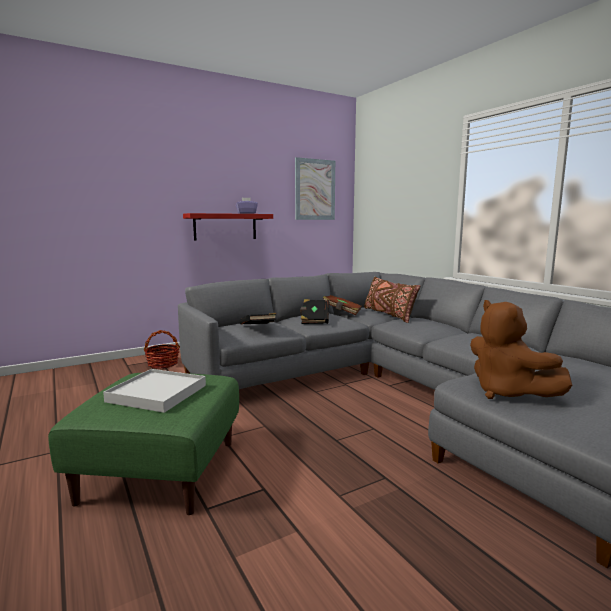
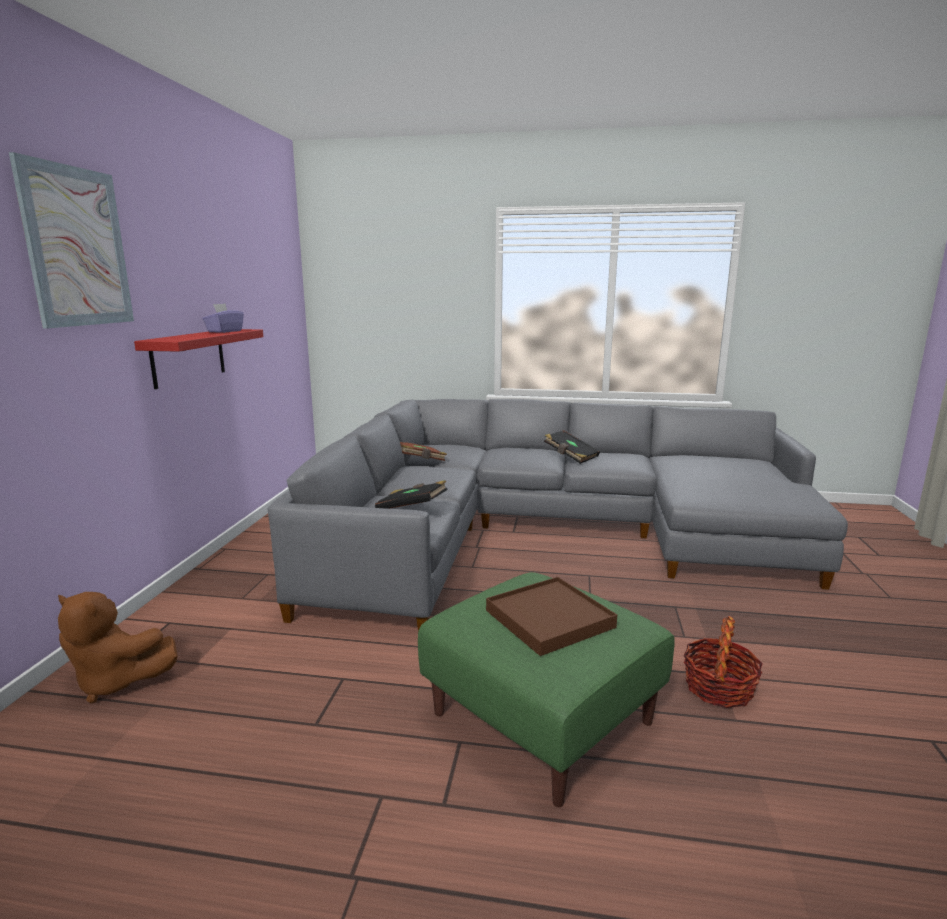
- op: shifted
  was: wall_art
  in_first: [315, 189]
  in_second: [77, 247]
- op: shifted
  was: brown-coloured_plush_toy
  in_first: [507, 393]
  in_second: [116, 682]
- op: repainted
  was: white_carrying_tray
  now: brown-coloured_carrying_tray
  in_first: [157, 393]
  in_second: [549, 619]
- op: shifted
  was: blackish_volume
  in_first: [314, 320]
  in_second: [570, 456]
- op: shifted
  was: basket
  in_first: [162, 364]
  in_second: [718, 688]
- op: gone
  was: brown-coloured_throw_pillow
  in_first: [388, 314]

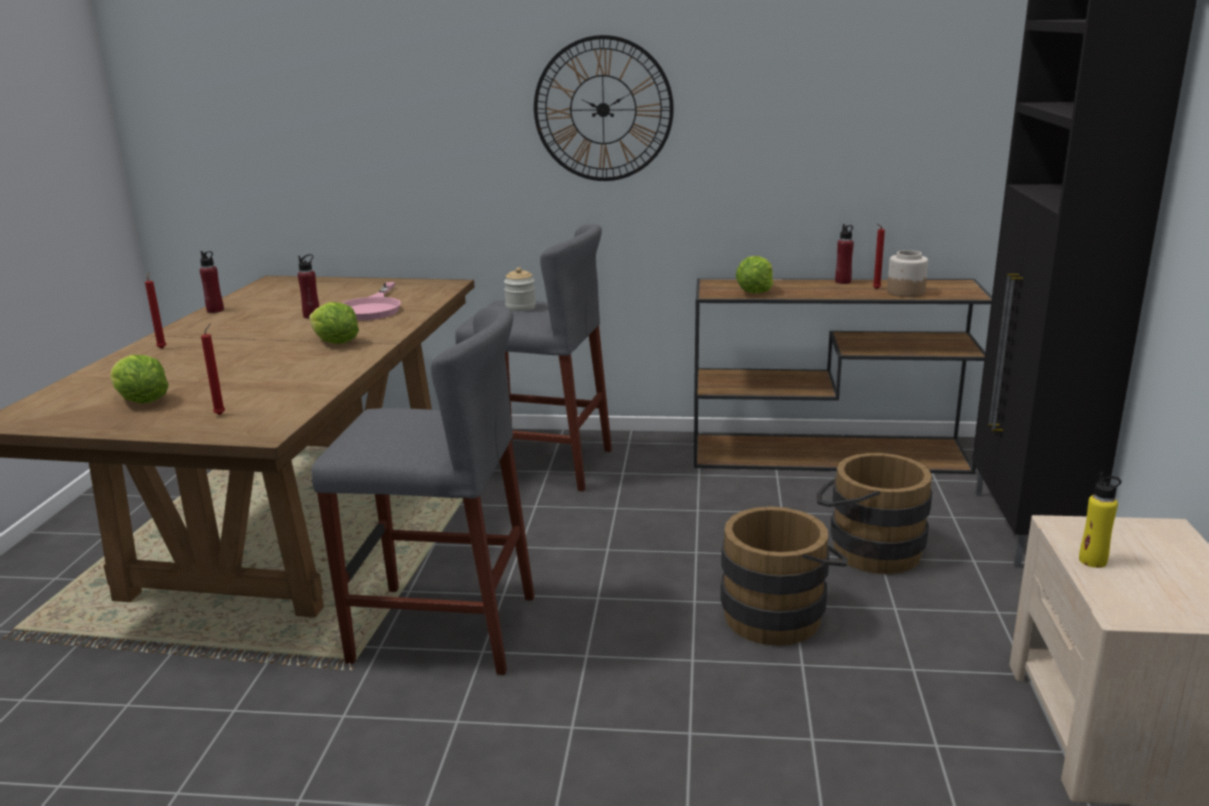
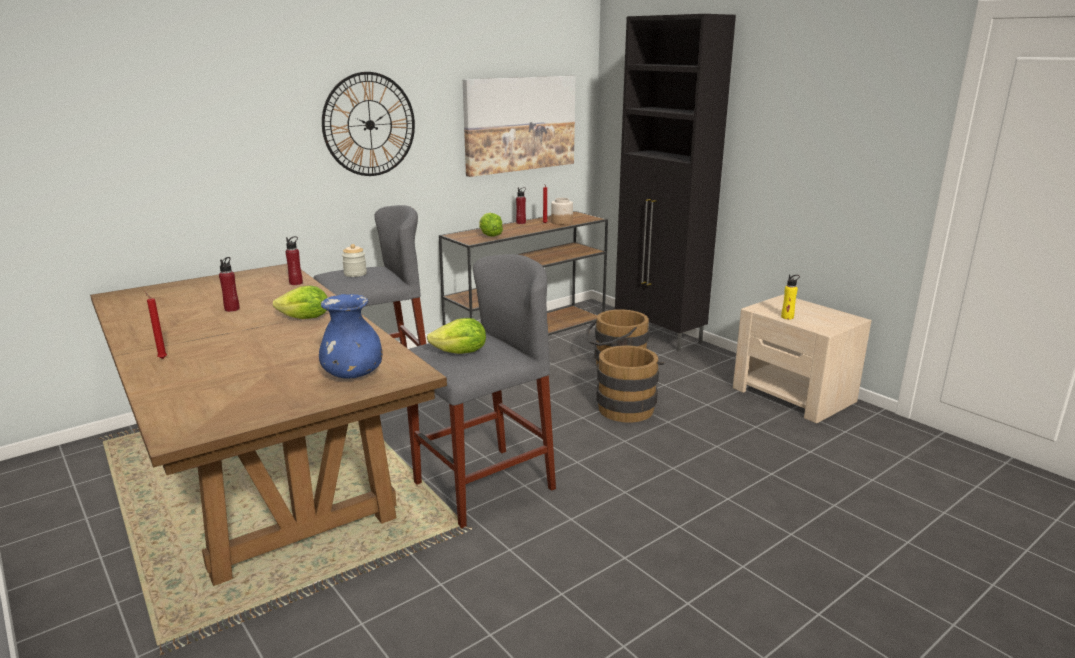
- op: shifted
  was: red-coloured_beverage_bottle
  in_first: [215, 310]
  in_second: [296, 283]
- op: swapped
  was: red-coloured_candle
  now: blue_decorative_vase
  in_first: [221, 414]
  in_second: [352, 375]
- op: shifted
  was: head_of_lettuce
  in_first: [141, 401]
  in_second: [461, 353]
- op: new
  now: wall_art
  in_second: [520, 124]
- op: gone
  was: pink-coloured_skillet
  in_first: [372, 308]

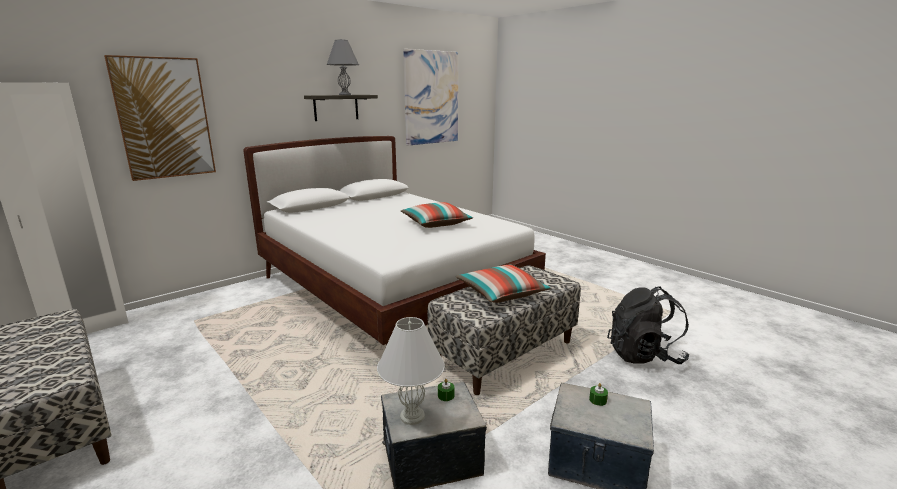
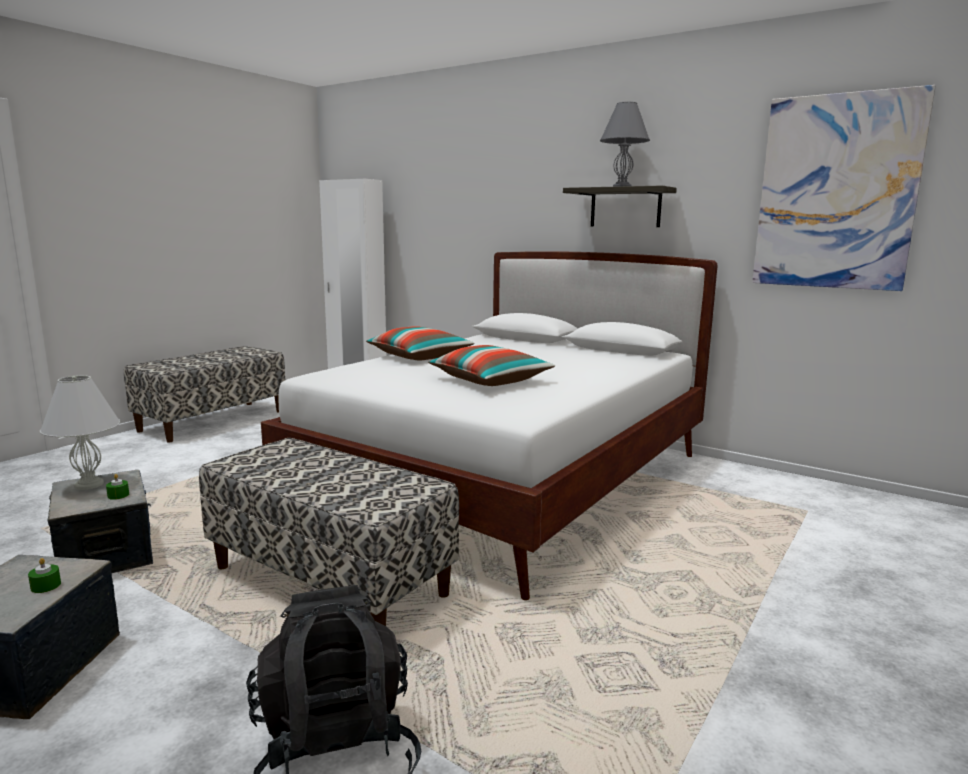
- op: shifted
  was: throw_pillow
  in_first: [501, 293]
  in_second: [419, 357]
- op: gone
  was: wall_art
  in_first: [164, 118]

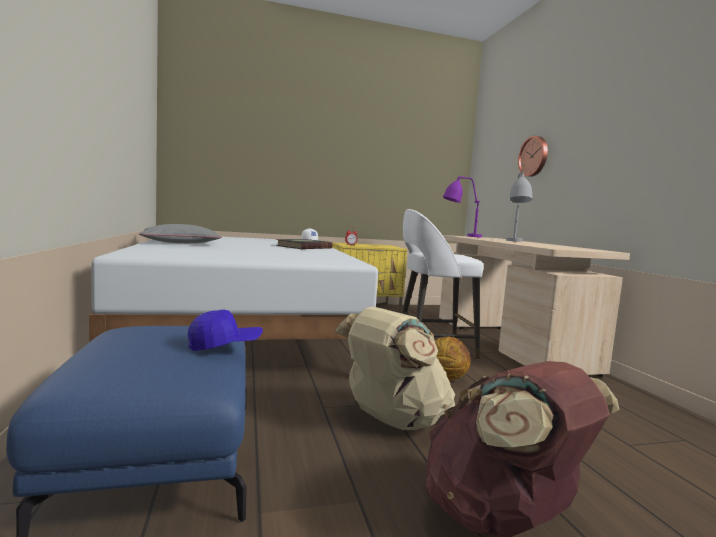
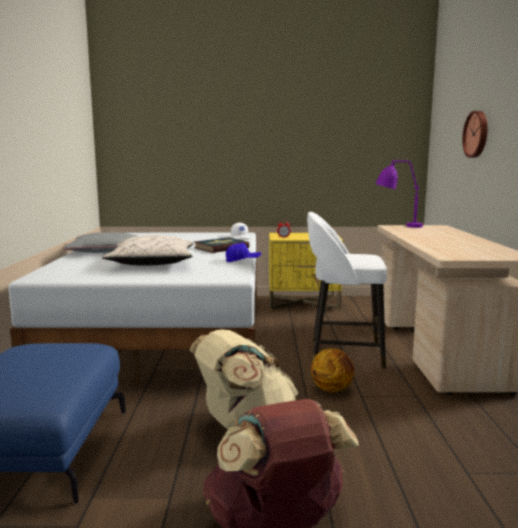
- op: new
  now: sand-coloured_throw_pillow
  in_second: [152, 263]
- op: shifted
  was: blue_cap
  in_first: [225, 345]
  in_second: [243, 260]
- op: gone
  was: greyish_tabletop_lamp
  in_first: [515, 241]

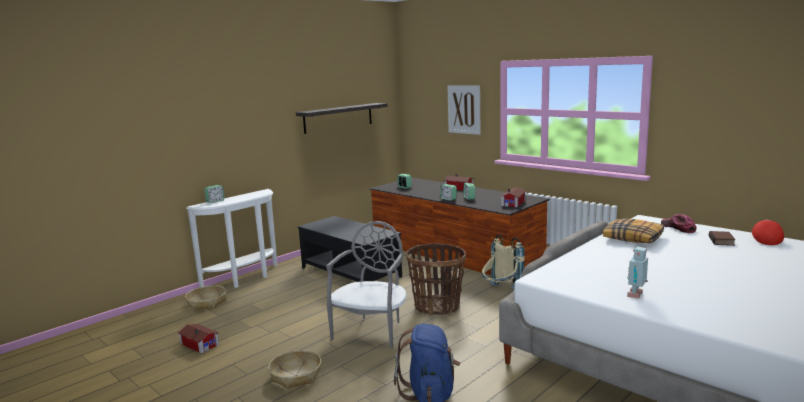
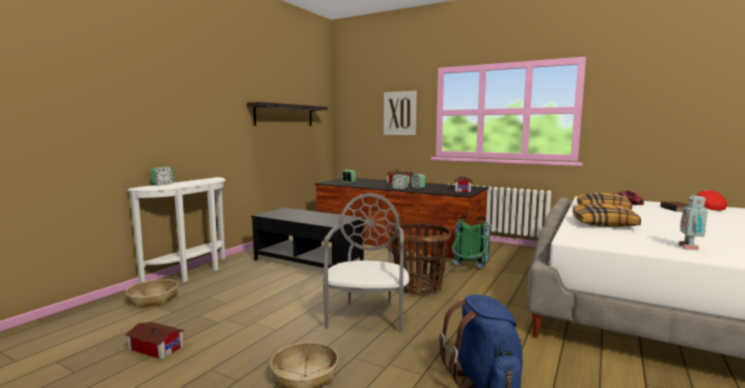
- op: repainted
  was: sand-coloured_knapsack
  now: green_knapsack
  in_first: [501, 292]
  in_second: [468, 270]
- op: new
  now: throw_pillow
  in_second: [604, 224]

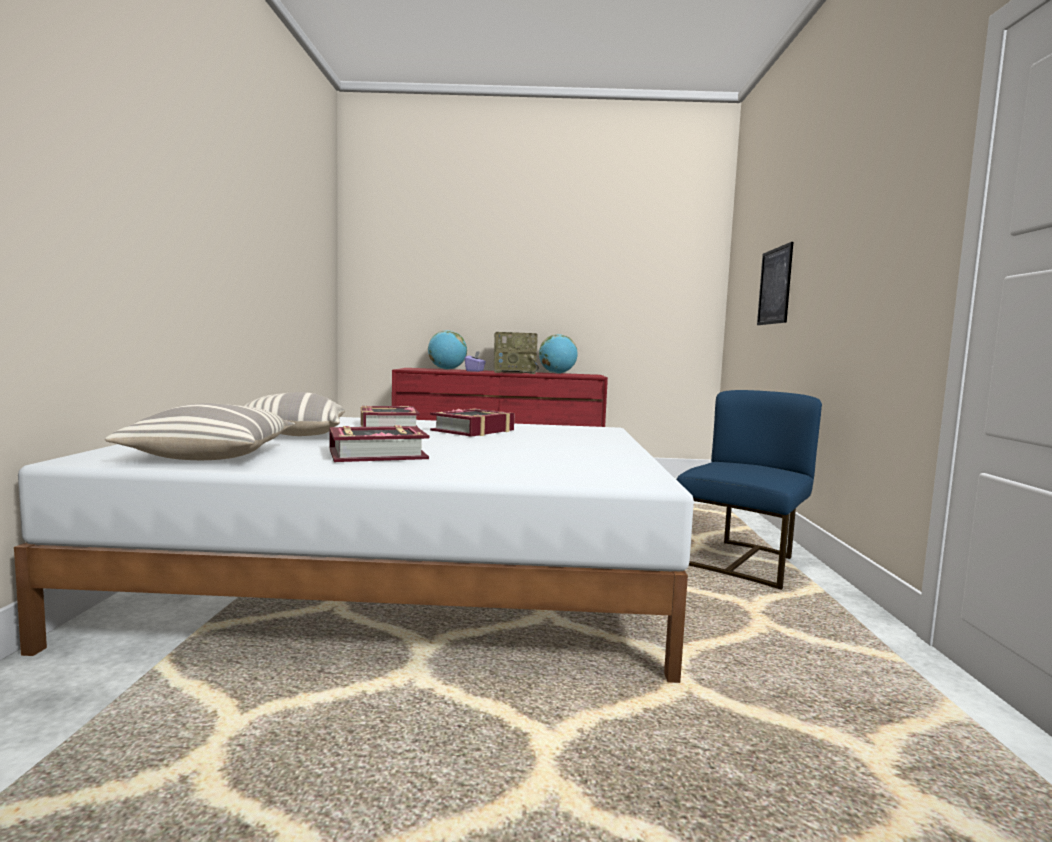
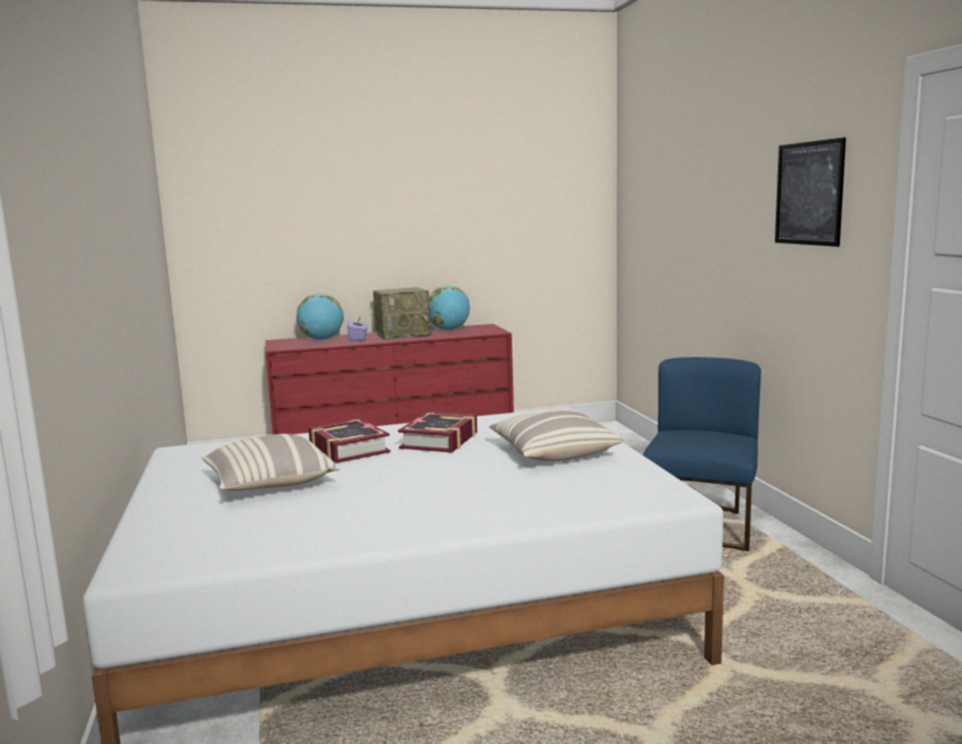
- op: shifted
  was: throw_pillow
  in_first: [211, 455]
  in_second: [553, 453]
- op: shifted
  was: wall_art
  in_first: [775, 286]
  in_second: [809, 193]
- op: gone
  was: volume
  in_first: [377, 454]

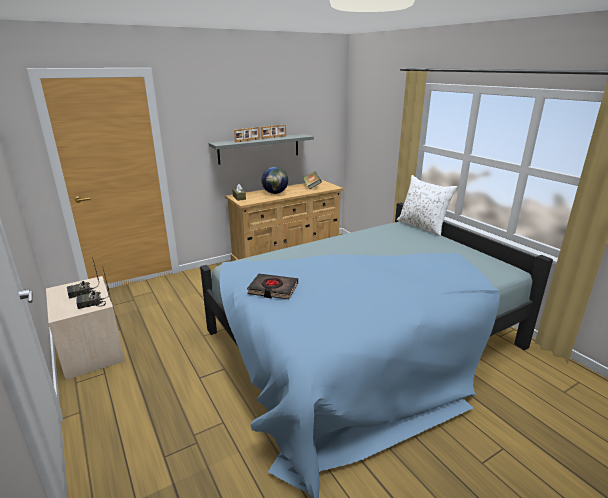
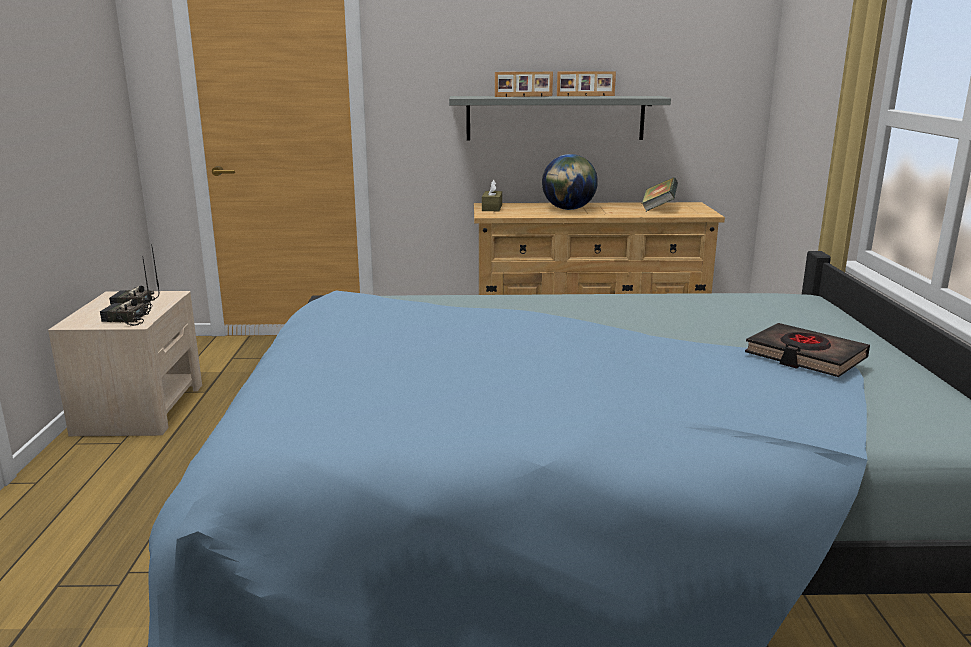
- op: shifted
  was: blackish_volume
  in_first: [273, 289]
  in_second: [804, 357]
- op: gone
  was: white_throw_pillow
  in_first: [422, 226]

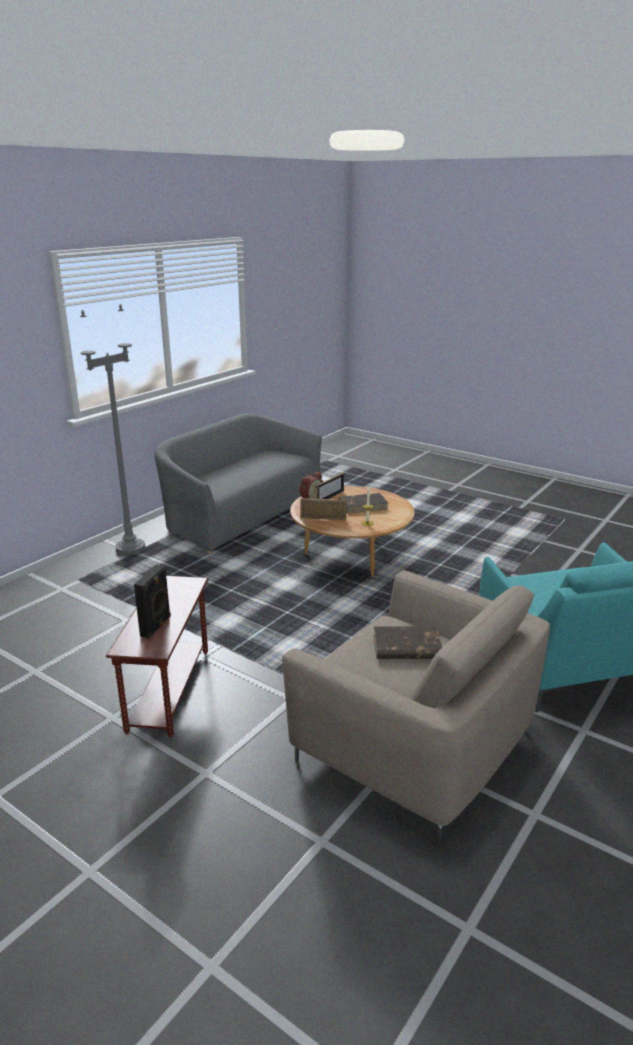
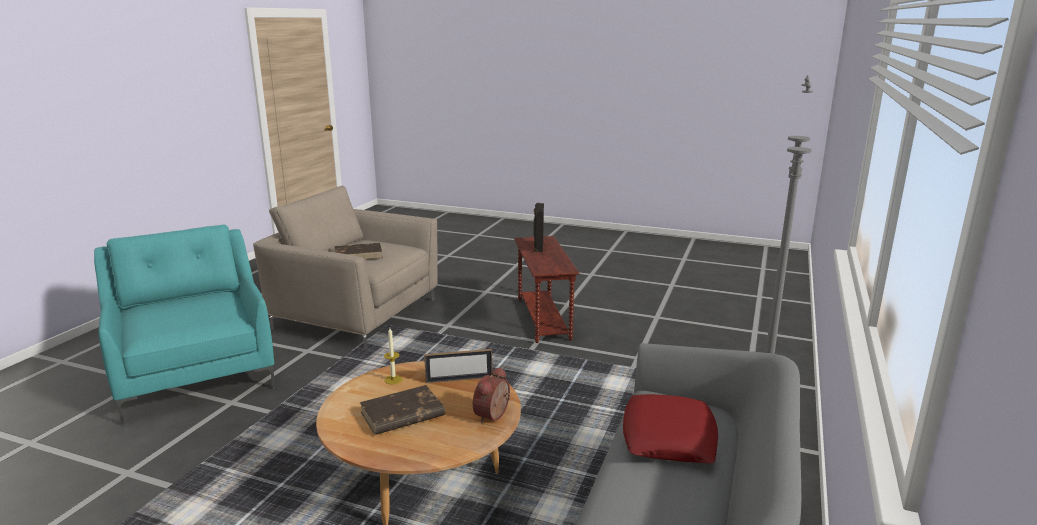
- op: new
  now: red-coloured_throw_pillow
  in_second: [669, 437]
- op: gone
  was: picture_frame
  in_first: [330, 497]

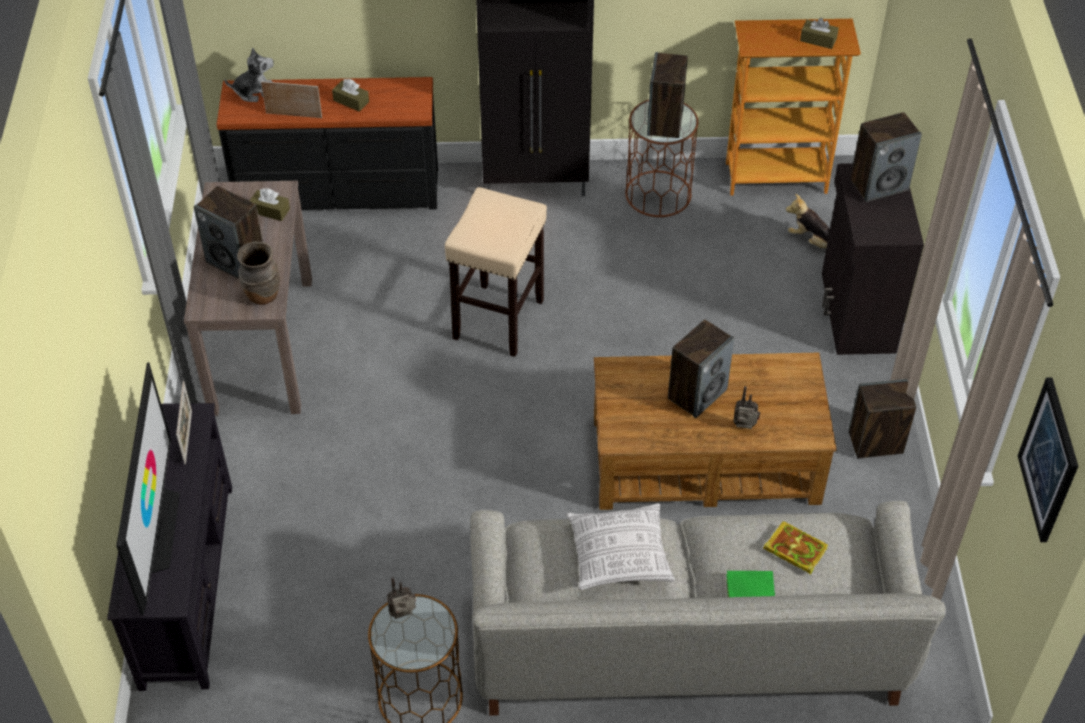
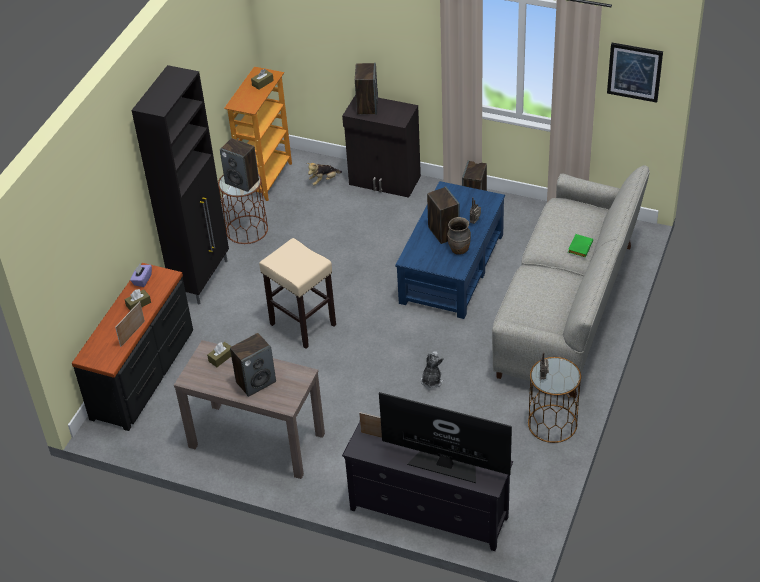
- op: new
  now: purple_box_of_tissues
  in_second: [142, 280]
- op: repainted
  was: brown-coloured_coffee_table
  now: blue_coffee_table
  in_first: [704, 458]
  in_second: [451, 268]
- op: shifted
  was: plush_toy
  in_first: [254, 91]
  in_second: [431, 380]
- op: shifted
  was: brown-coloured_decorative_vase
  in_first: [262, 295]
  in_second: [459, 249]
- op: gone
  was: throw_pillow
  in_first: [618, 556]
- op: gone
  was: volume
  in_first: [793, 549]

